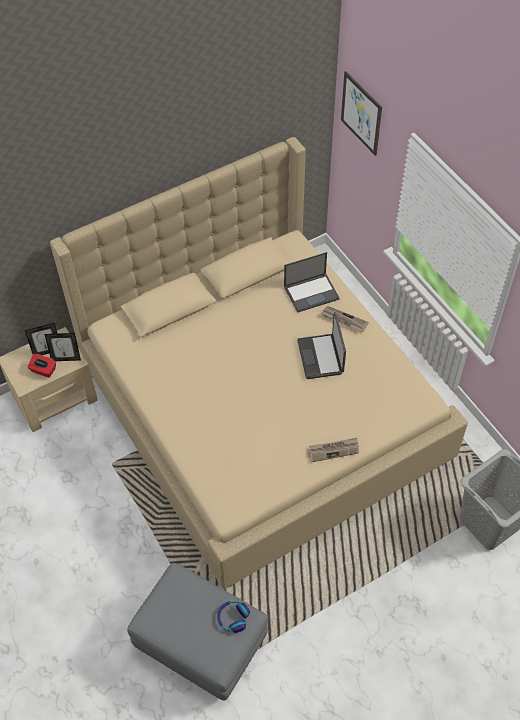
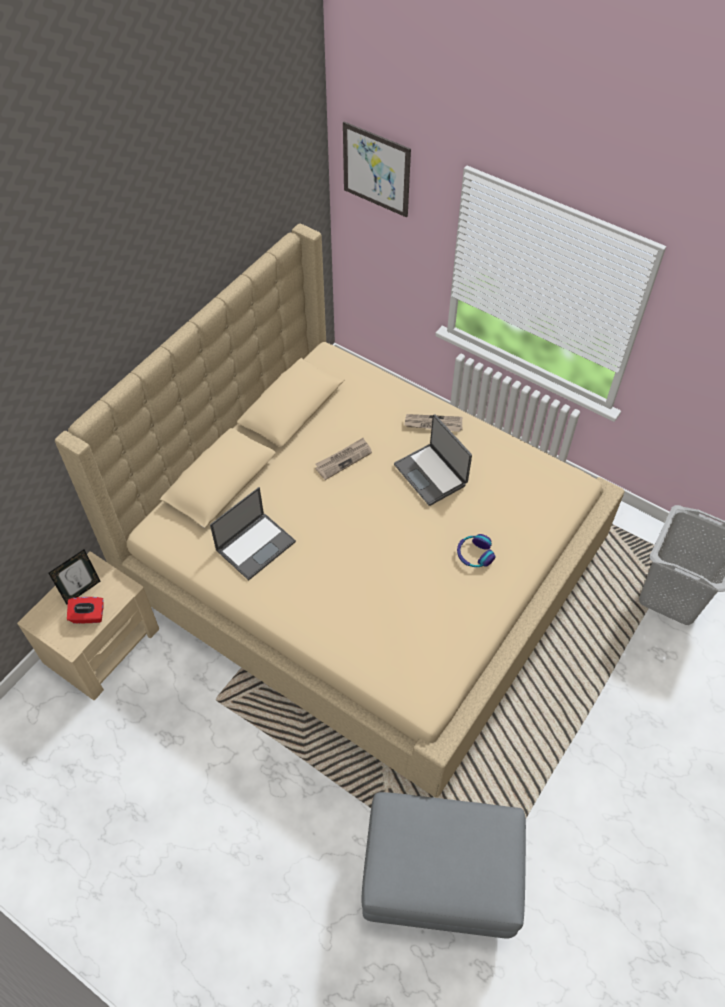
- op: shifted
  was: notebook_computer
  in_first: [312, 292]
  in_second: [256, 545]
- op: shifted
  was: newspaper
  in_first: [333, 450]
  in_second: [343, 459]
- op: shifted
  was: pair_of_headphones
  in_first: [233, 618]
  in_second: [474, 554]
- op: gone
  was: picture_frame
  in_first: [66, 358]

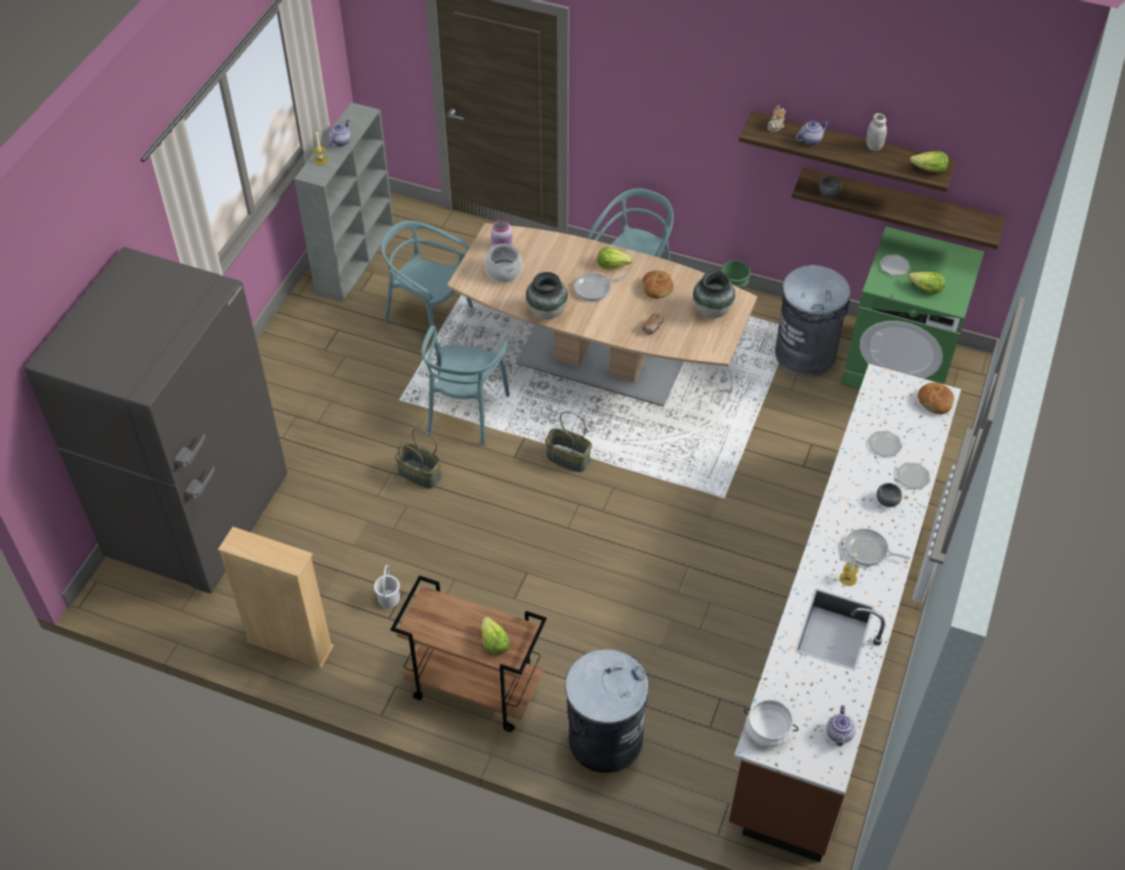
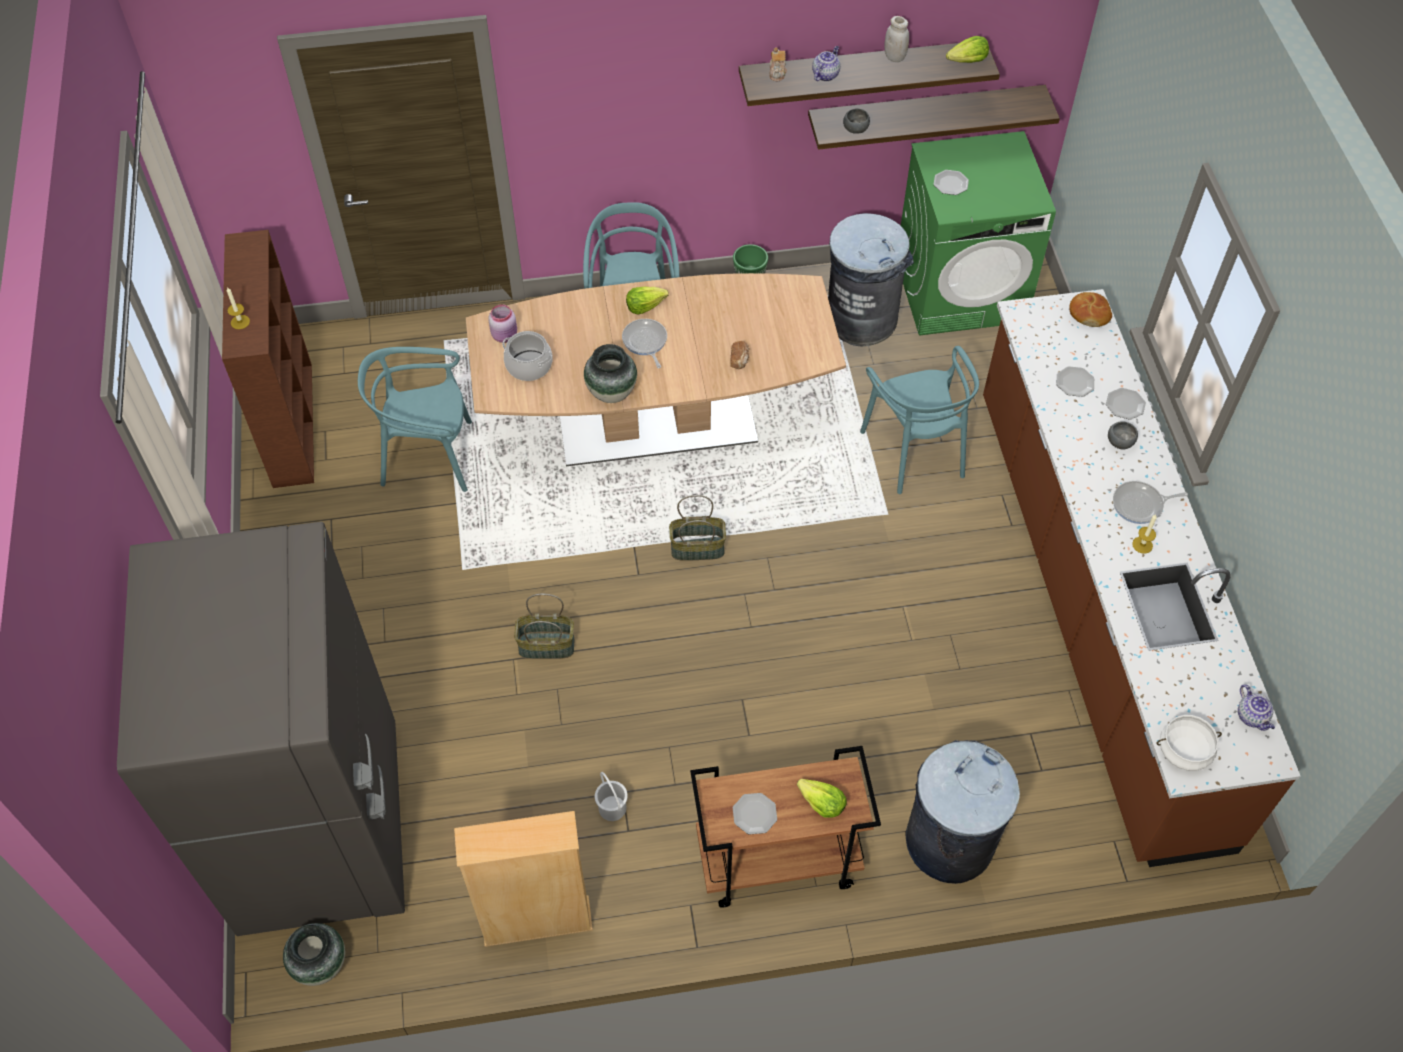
- op: repainted
  was: greyish_shelving_unit
  now: brown-coloured_shelving_unit
  in_first: [355, 258]
  in_second: [292, 423]
- op: shifted
  was: decorative_vase
  in_first: [712, 311]
  in_second: [320, 965]
- op: rotated
  was: skillet
  in_first: [595, 289]
  in_second: [645, 342]
  clockwise: 120
- op: new
  now: flat_dish
  in_second: [755, 814]
- op: shifted
  was: blue-green_chair
  in_first: [466, 413]
  in_second: [915, 451]
- op: gone
  was: teapot
  in_first: [340, 141]
- op: gone
  was: bakery_bread
  in_first: [657, 288]
- op: gone
  was: head_of_lettuce
  in_first: [926, 289]

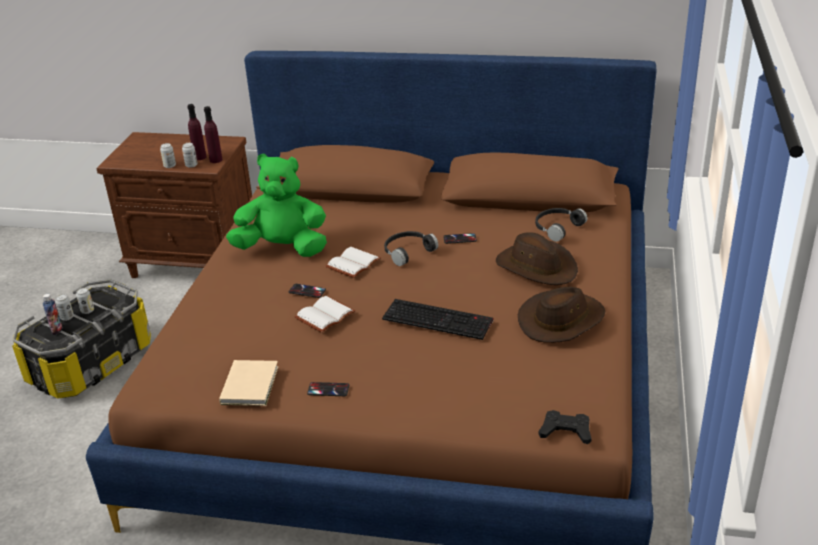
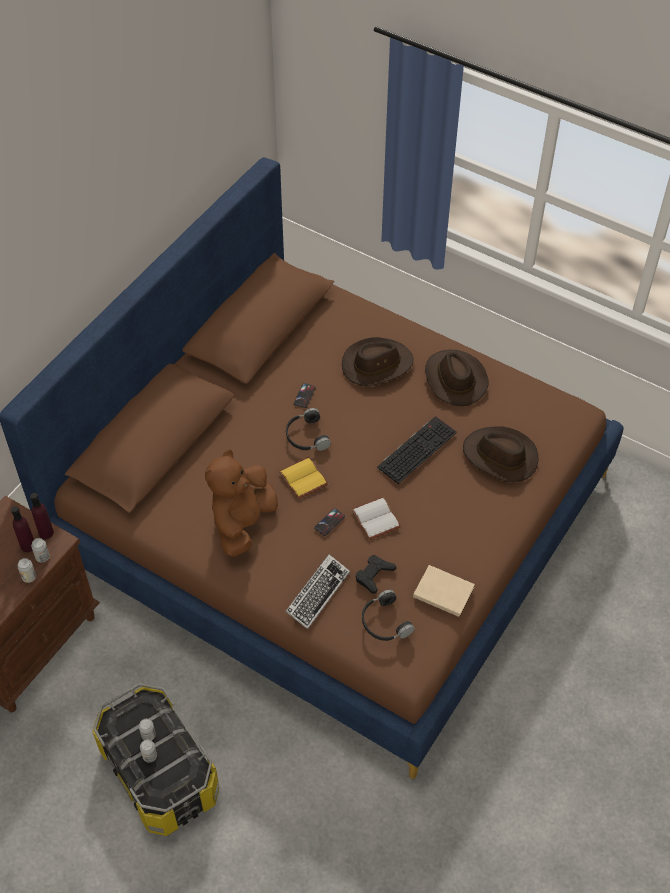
- op: repainted
  was: green_plush_toy
  now: brown-coloured_plush_toy
  in_first: [283, 249]
  in_second: [242, 523]
- op: repainted
  was: white_volume
  now: yellowish_volume
  in_first: [354, 264]
  in_second: [304, 478]
- op: new
  now: computer_keyboard
  in_second: [317, 594]
- op: shifted
  was: blackish_joypad
  in_first: [566, 431]
  in_second: [374, 575]
- op: shifted
  was: blackish_pair_of_headphones
  in_first: [556, 228]
  in_second: [384, 622]
- op: new
  now: brown-coloured_wearable_hat
  in_second: [500, 457]
- op: gone
  was: beverage_bottle
  in_first: [57, 330]
- op: gone
  was: phone
  in_first: [328, 389]

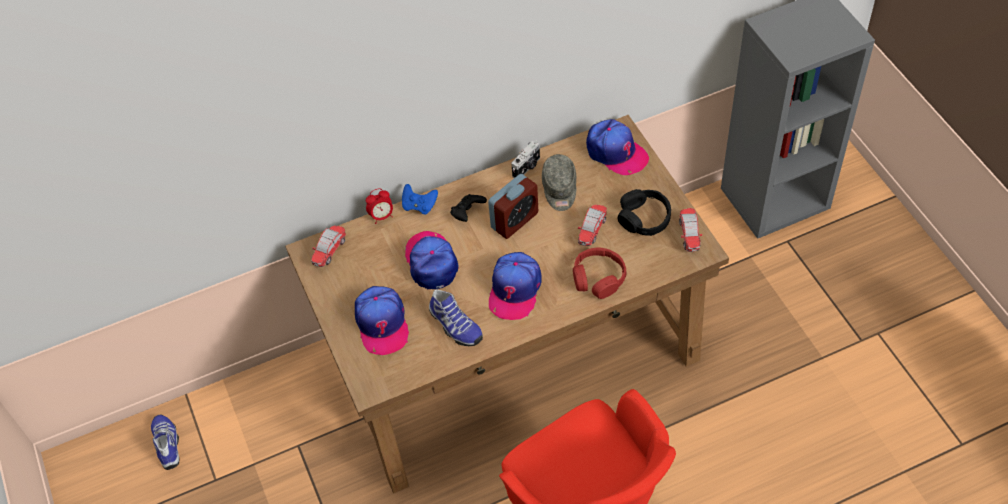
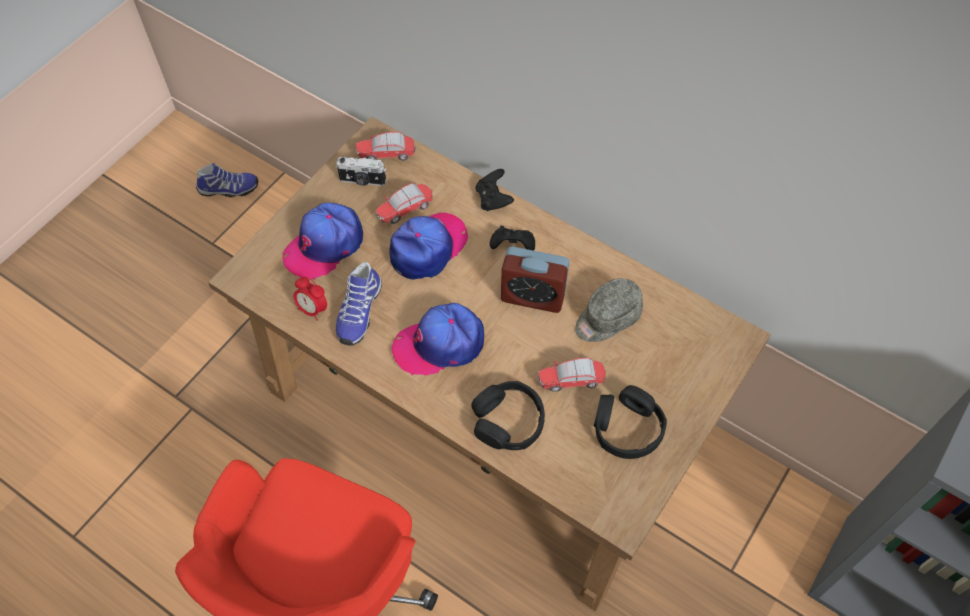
- op: rotated
  was: low_shoe
  in_first: [168, 444]
  in_second: [228, 189]
  clockwise: 45
- op: shifted
  was: alarm_clock
  in_first: [382, 216]
  in_second: [312, 309]
- op: shifted
  was: still_camera
  in_first: [527, 167]
  in_second: [362, 181]
- op: shifted
  was: model_car
  in_first: [689, 235]
  in_second: [405, 210]
- op: repainted
  was: red-coloured_pair_of_headphones
  now: blackish_pair_of_headphones
  in_first: [598, 278]
  in_second: [508, 421]
- op: repainted
  was: blue_joypad
  now: blackish_joypad
  in_first: [419, 206]
  in_second: [493, 199]
- op: gone
  was: cap
  in_first: [616, 152]

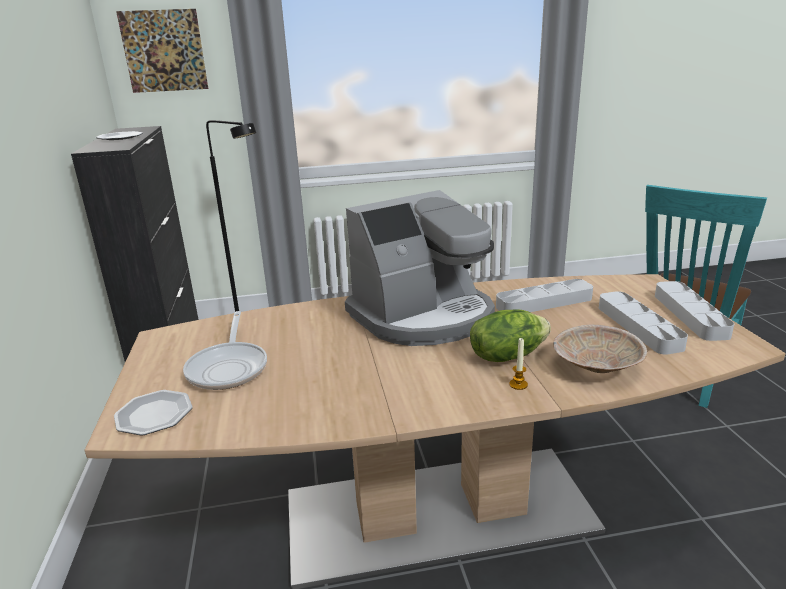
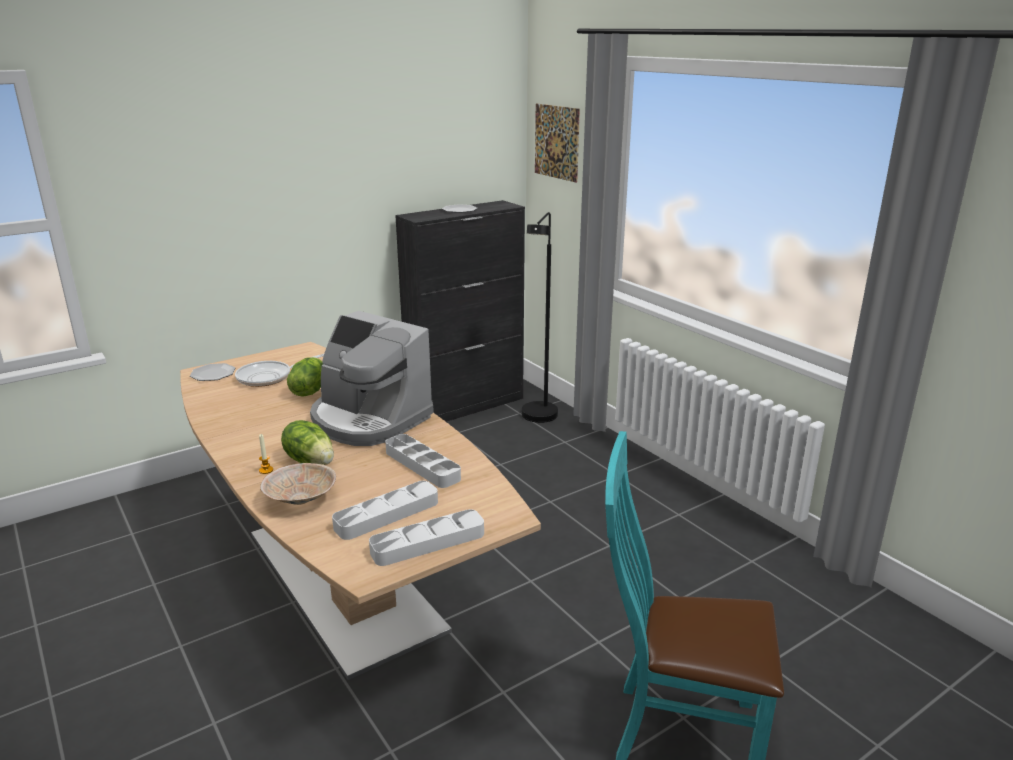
- op: new
  now: head_of_lettuce
  in_second: [309, 391]

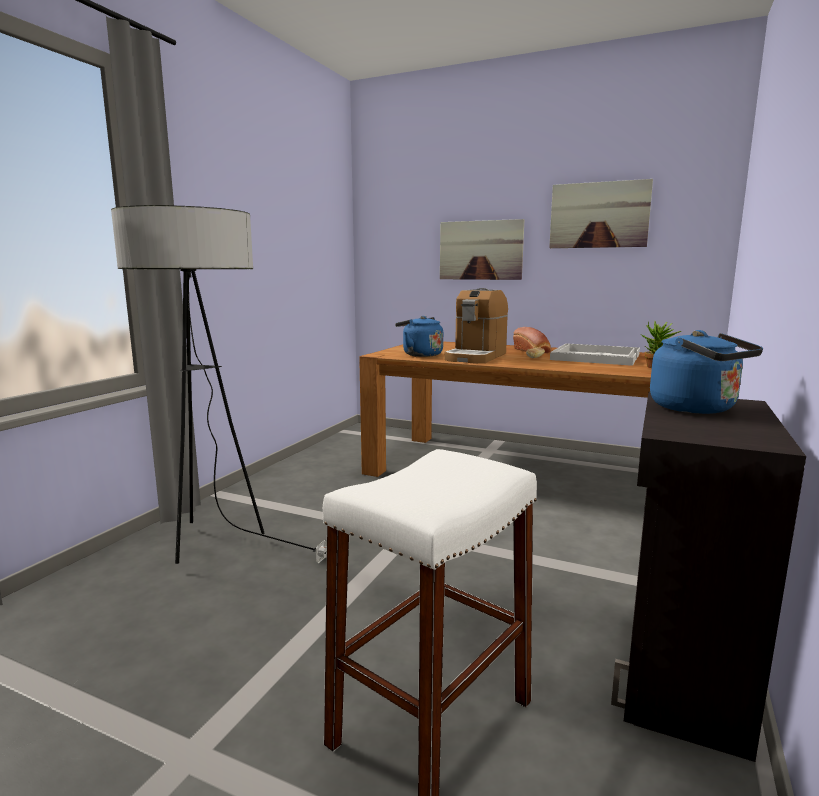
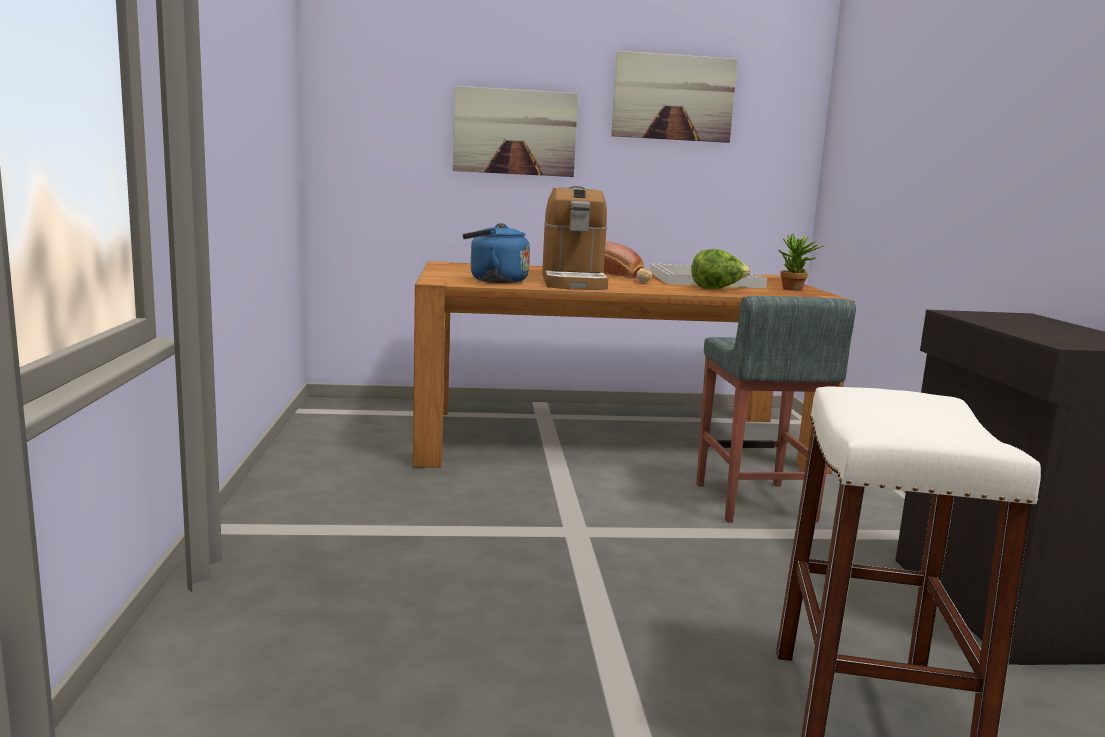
- op: new
  now: head_of_lettuce
  in_second: [717, 289]
- op: new
  now: greyish_sitting_stool
  in_second: [754, 503]
- op: gone
  was: floor_lamp
  in_first: [217, 546]
- op: gone
  was: blue_kettle
  in_first: [697, 409]

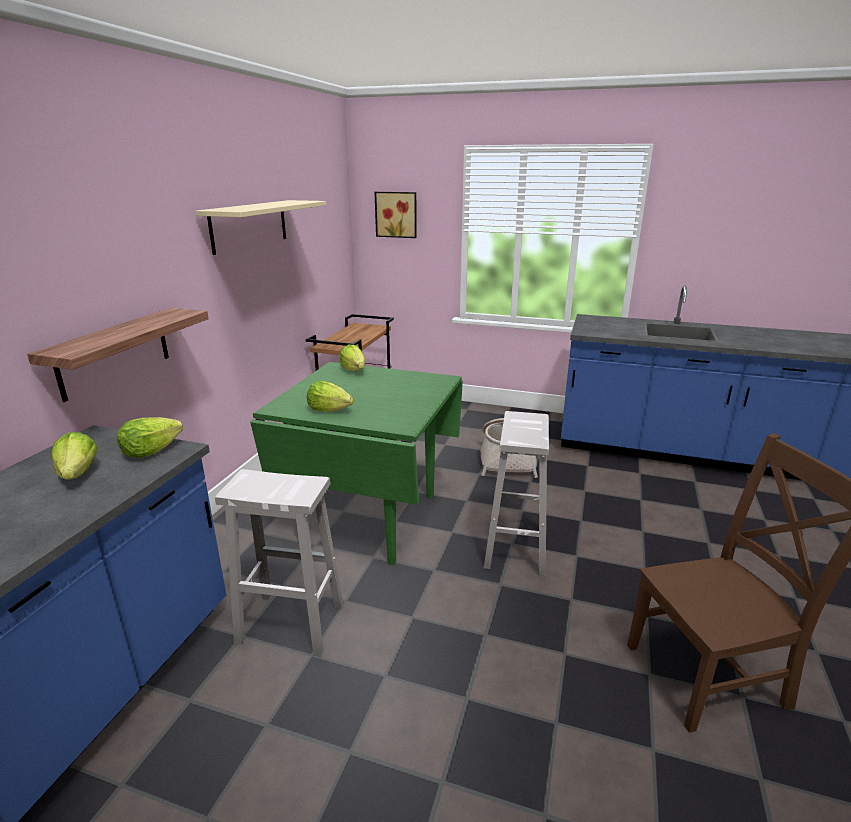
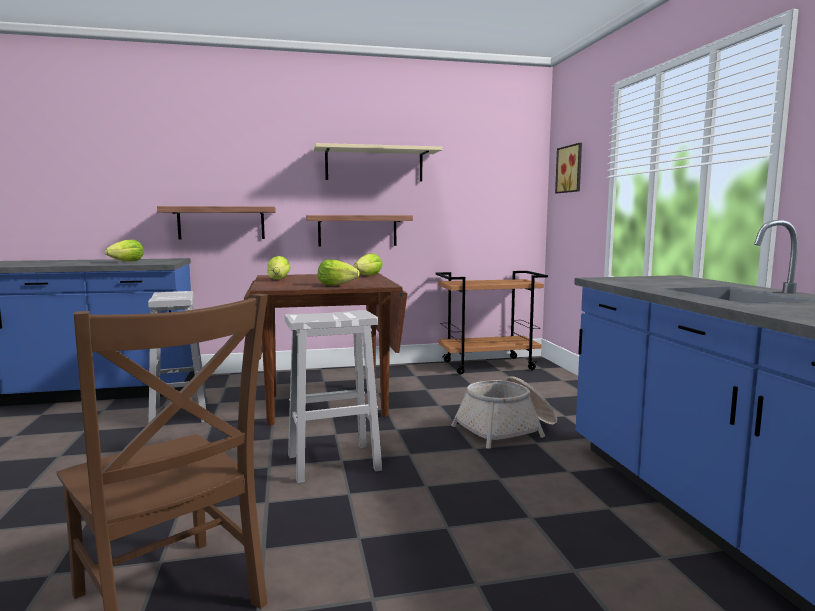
- op: repainted
  was: green_dinner_table
  now: brown-coloured_dinner_table
  in_first: [372, 518]
  in_second: [326, 405]
- op: new
  now: wall_shelf
  in_second: [357, 230]
- op: shifted
  was: head_of_lettuce
  in_first: [150, 452]
  in_second: [336, 285]

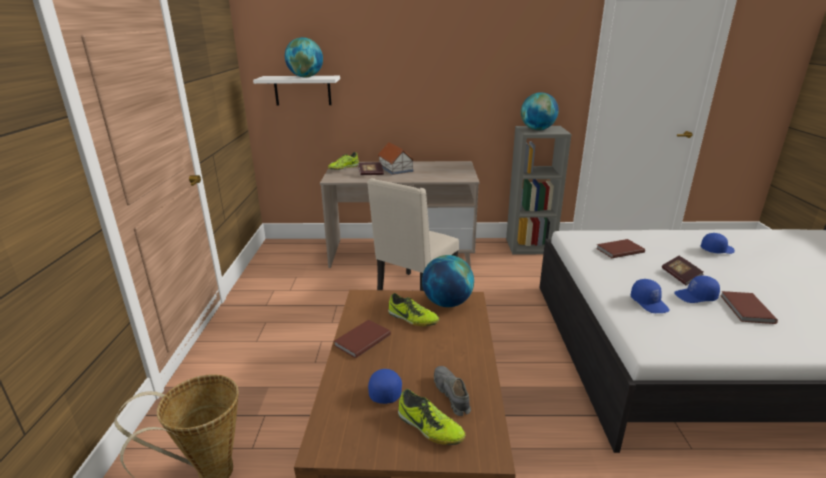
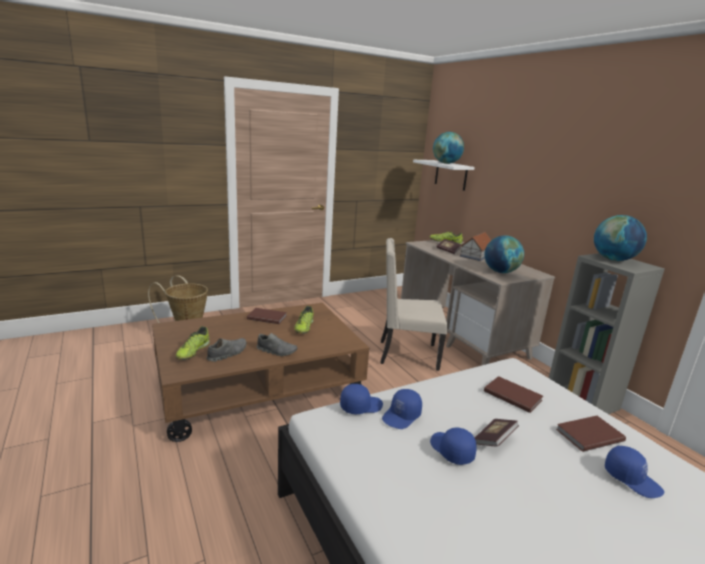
- op: new
  now: greyish_low_shoe
  in_second: [276, 351]
- op: shifted
  was: blue_cap
  in_first: [385, 389]
  in_second: [360, 406]
- op: shifted
  was: desk_globe
  in_first: [447, 303]
  in_second: [500, 272]
- op: shifted
  was: brown-coloured_volume
  in_first: [745, 309]
  in_second: [588, 434]

